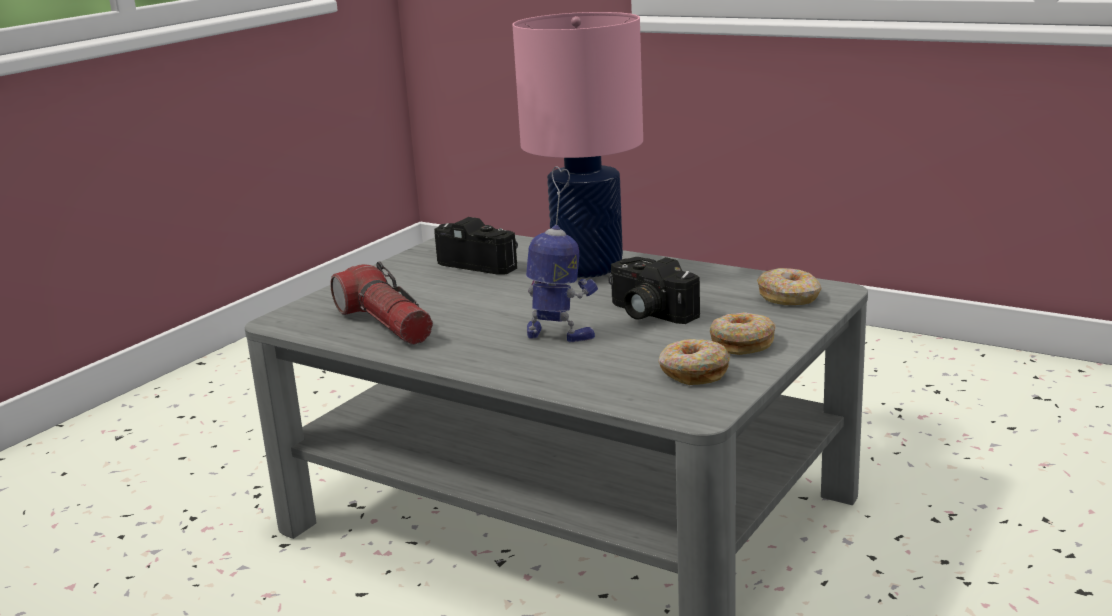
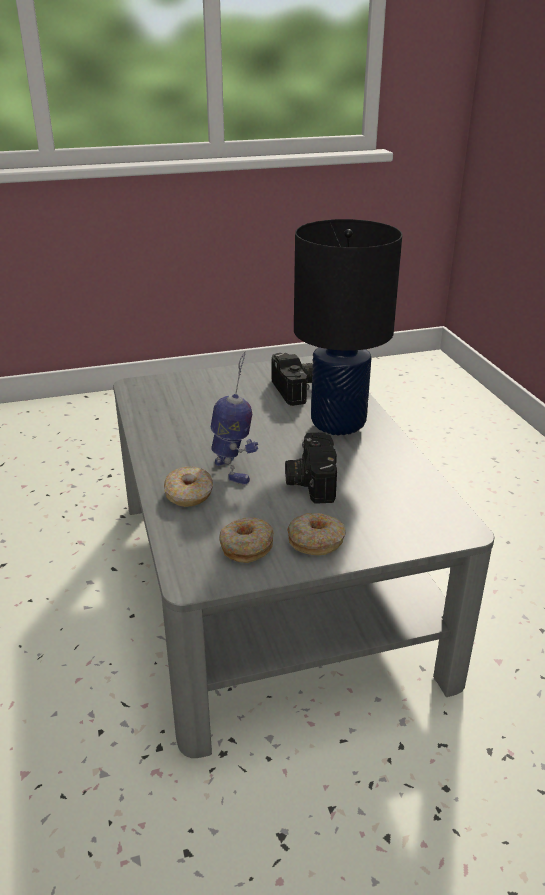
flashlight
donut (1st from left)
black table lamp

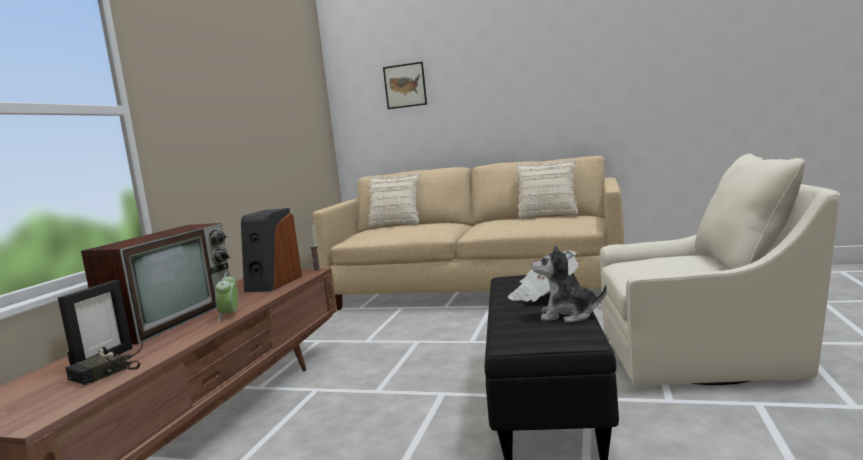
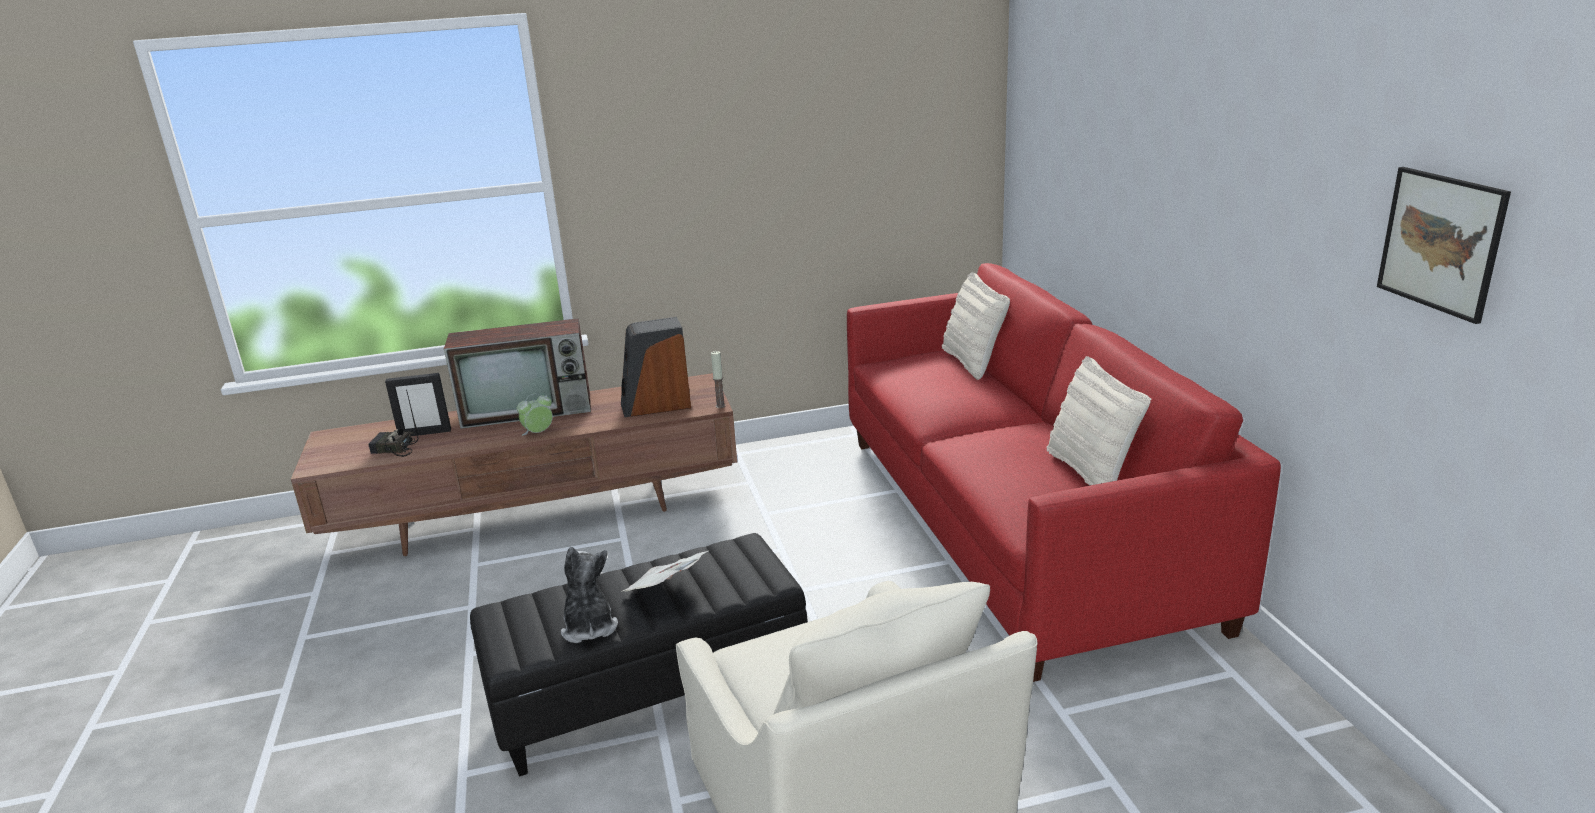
picture
red sofa

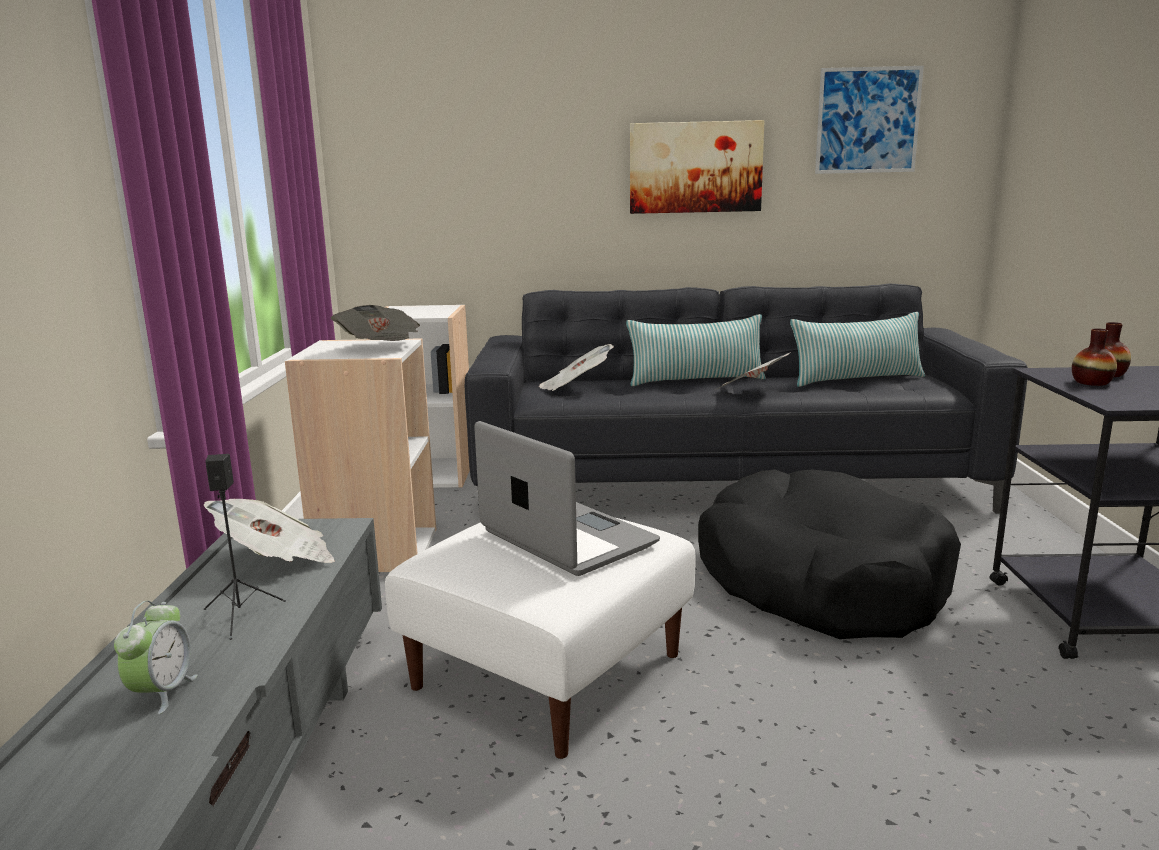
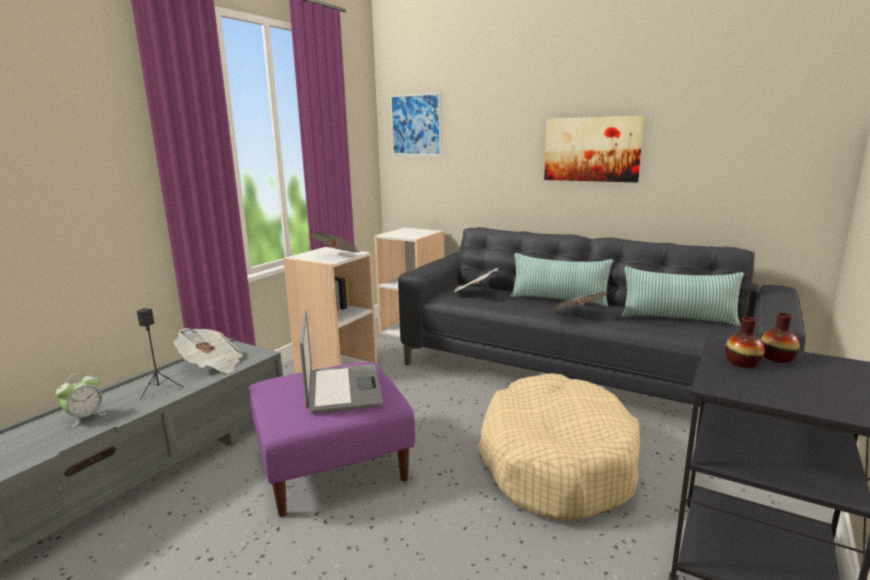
picture (1st from left)
purple ottoman
beige dog bed

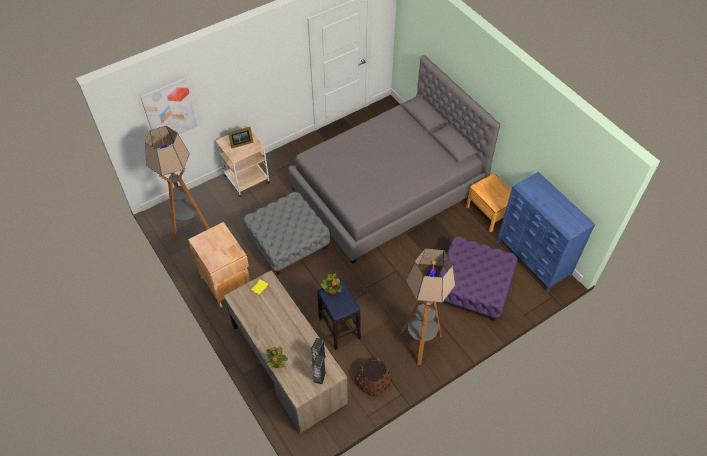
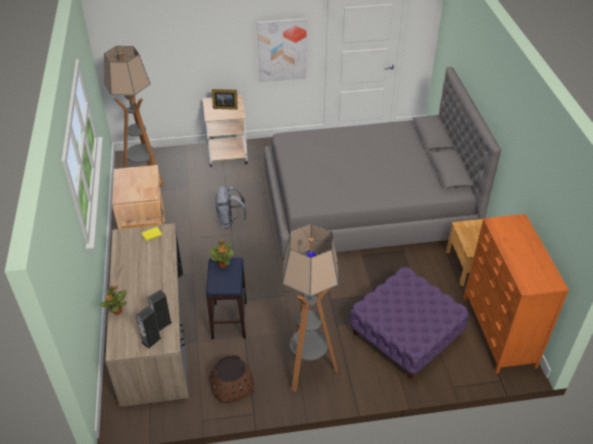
picture
grey backpack
orange dresser

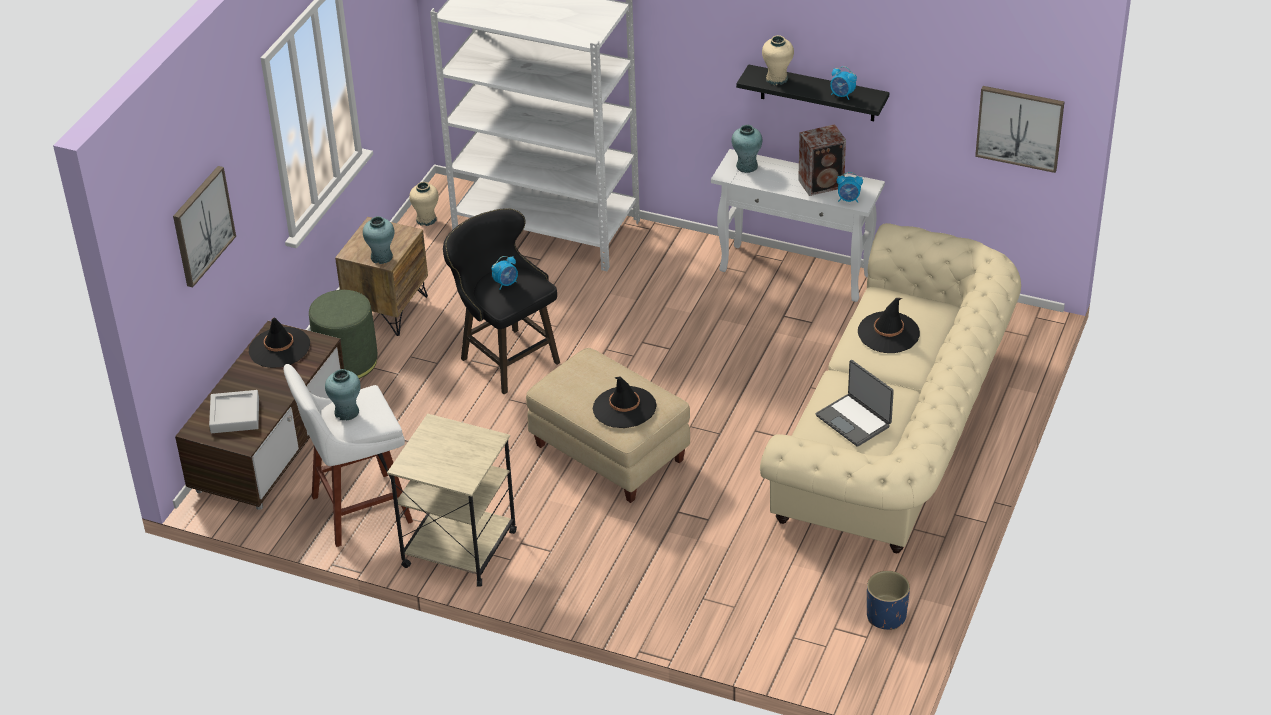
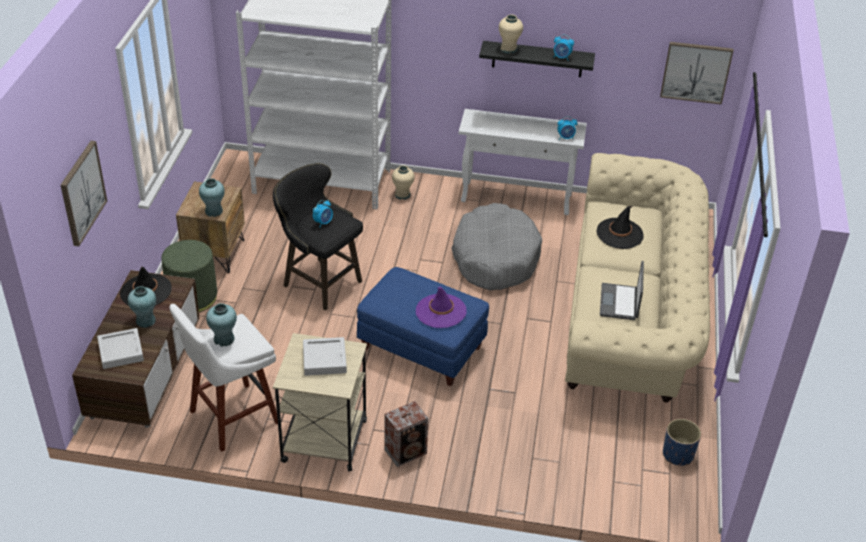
grey tray (2nd from left)
grey dog bed
beige vase (1st from left)
turquoise vase (1st from left)
speaker
blue ottoman
purple hat
laptop

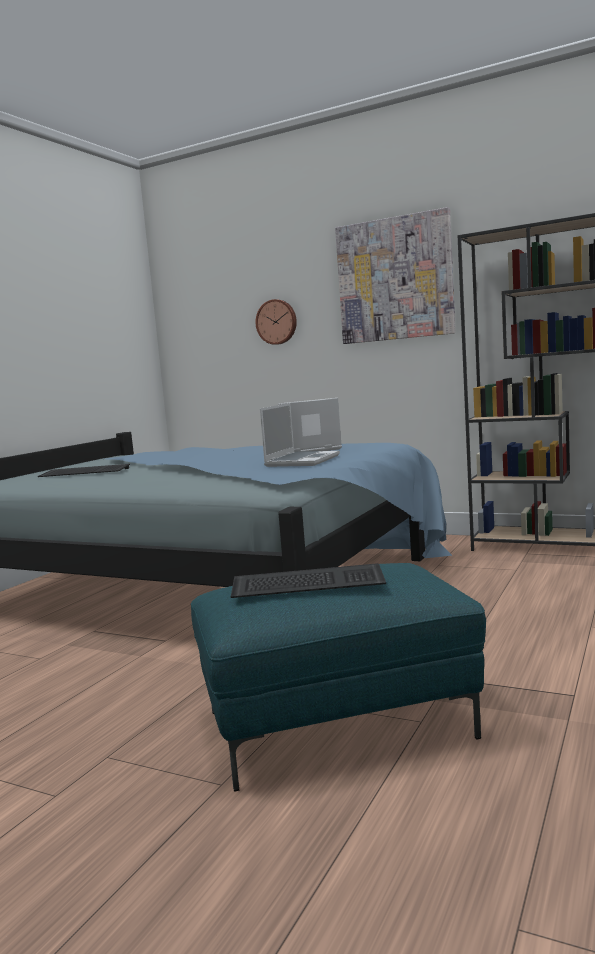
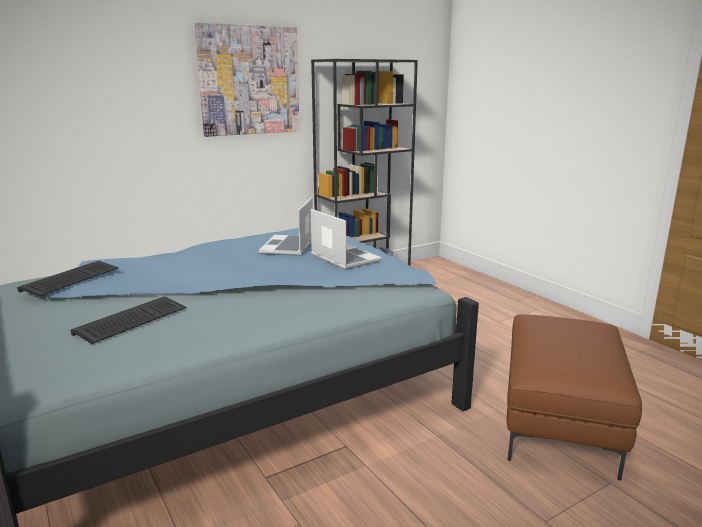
wall clock
keyboard (1st from left)
brown ottoman

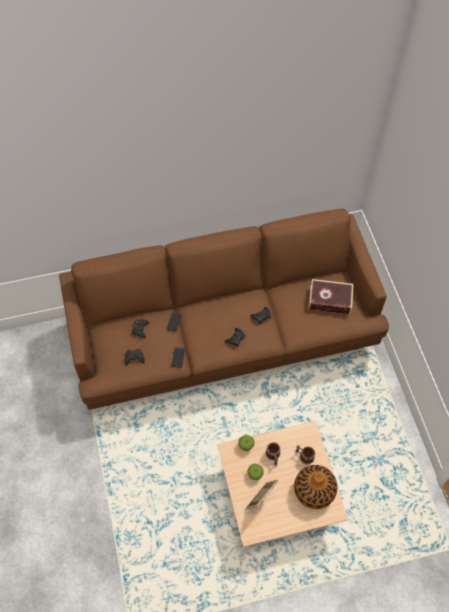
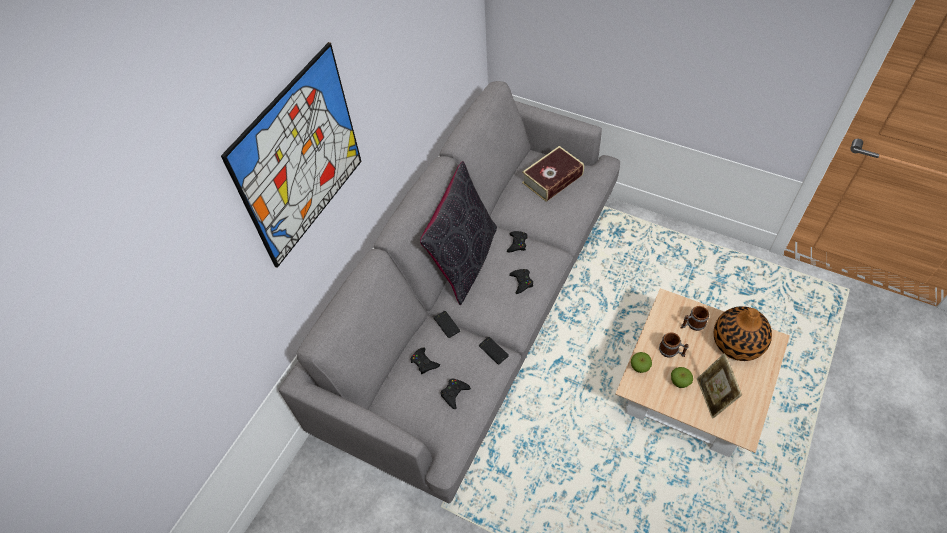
picture
black pillow
grey sofa

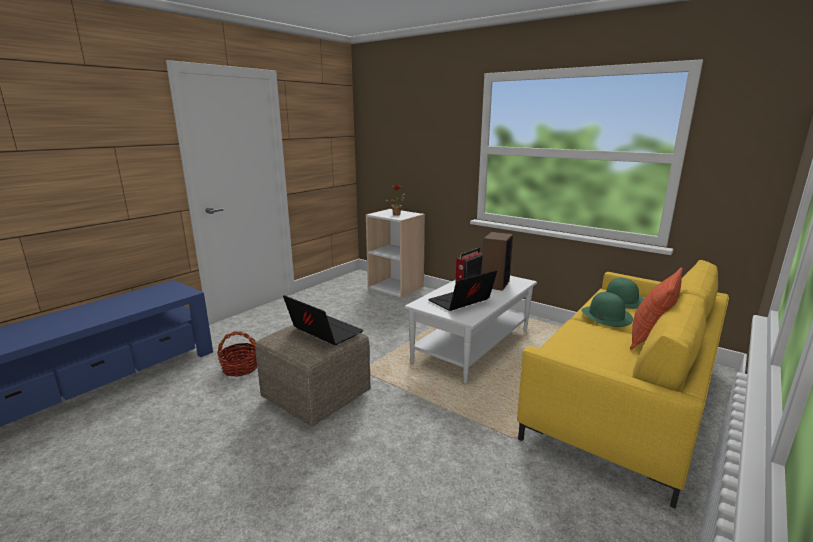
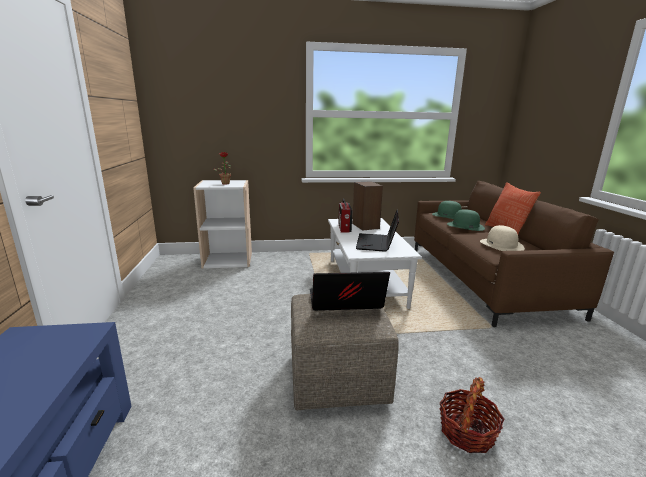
beige hat
basket
brown sofa

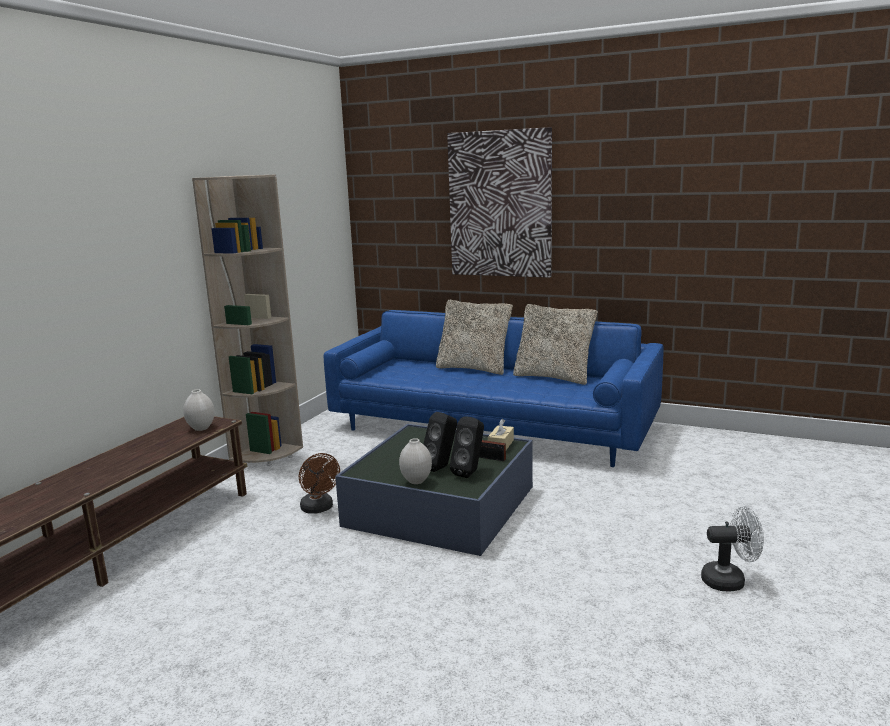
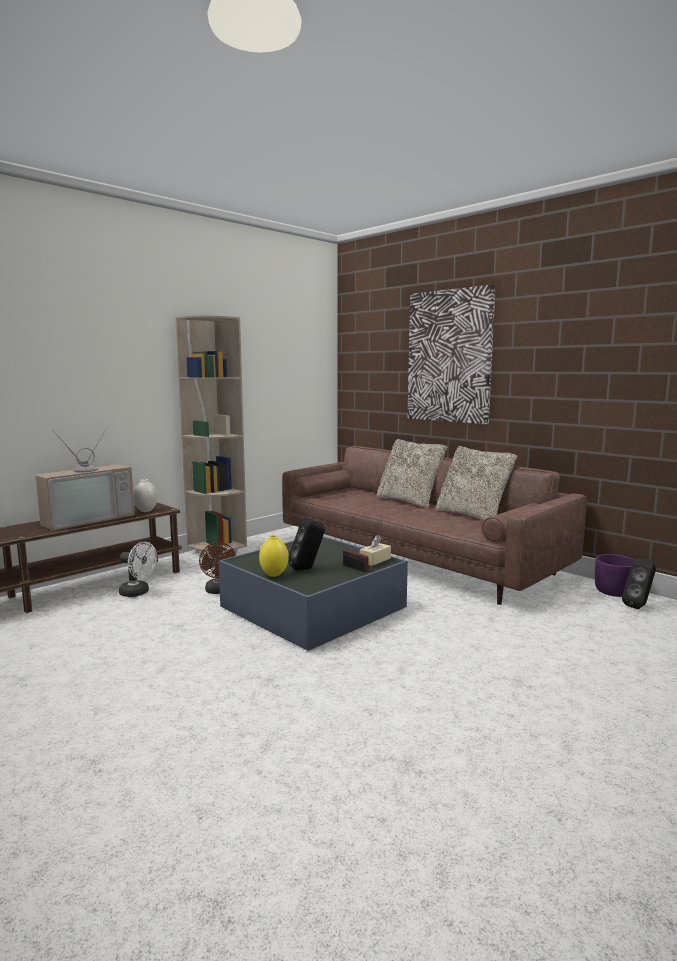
television
purple planter
black speaker (2nd from left)
white fan
brown sofa
yellow vase

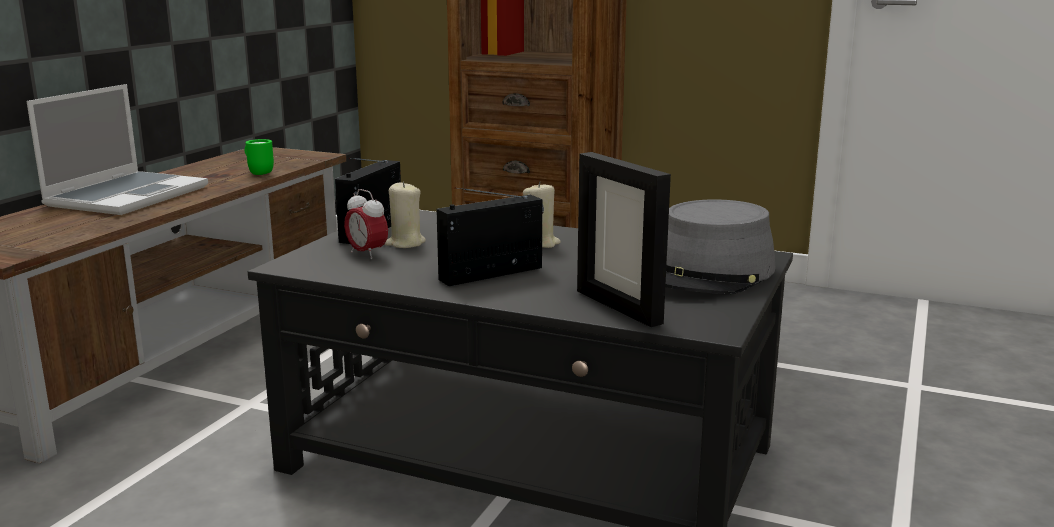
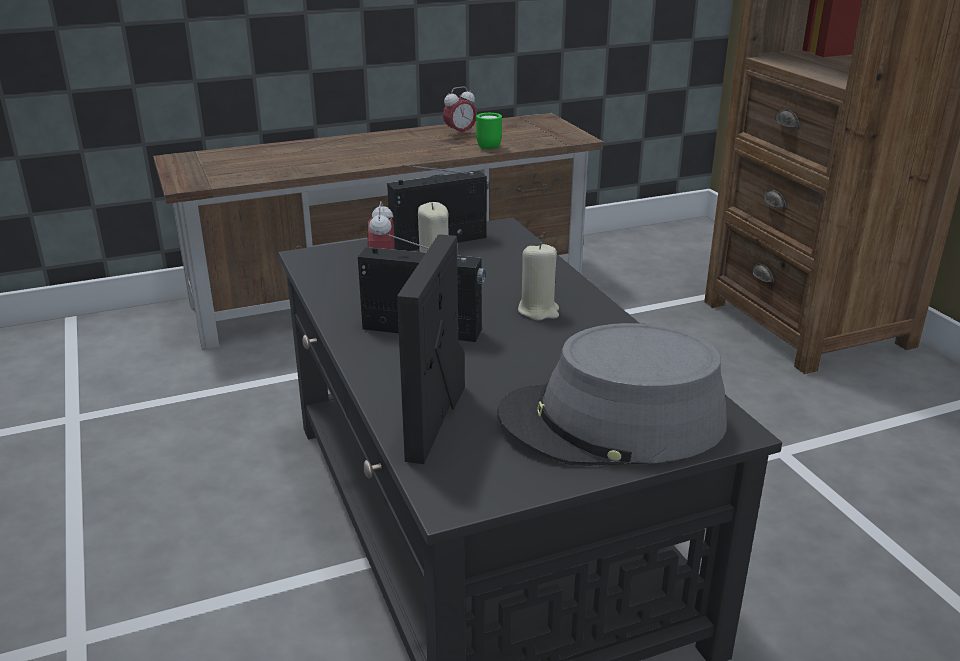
laptop
alarm clock (2nd from left)

